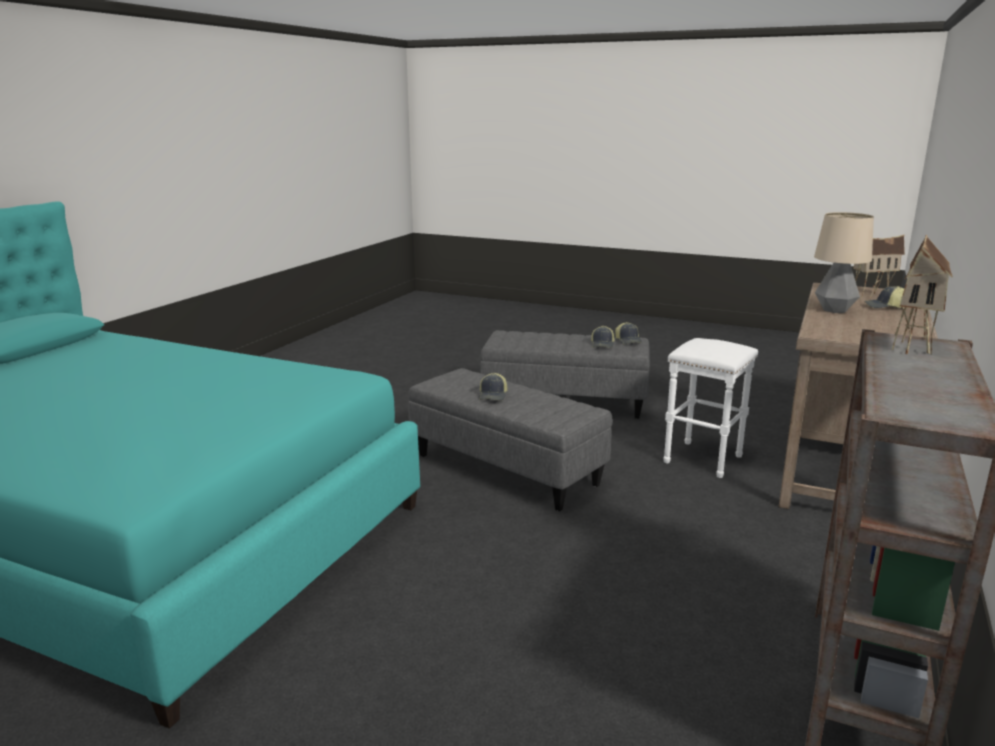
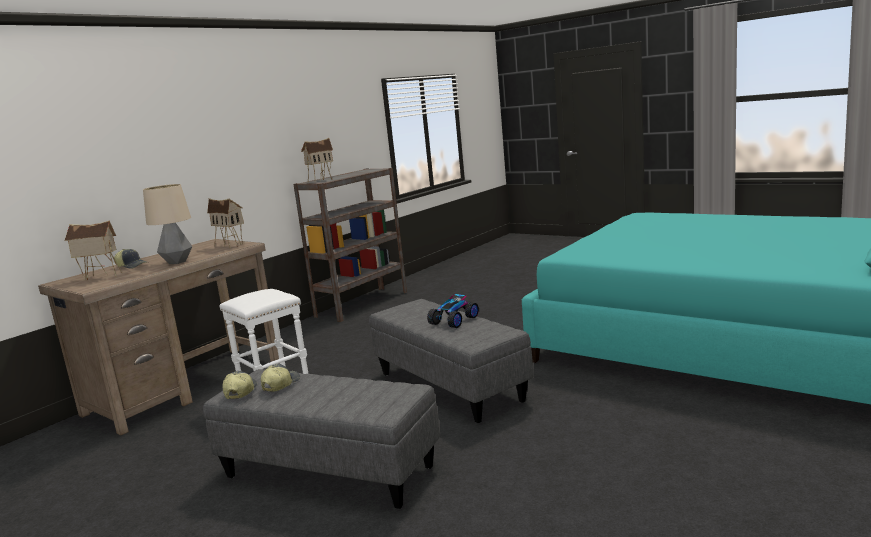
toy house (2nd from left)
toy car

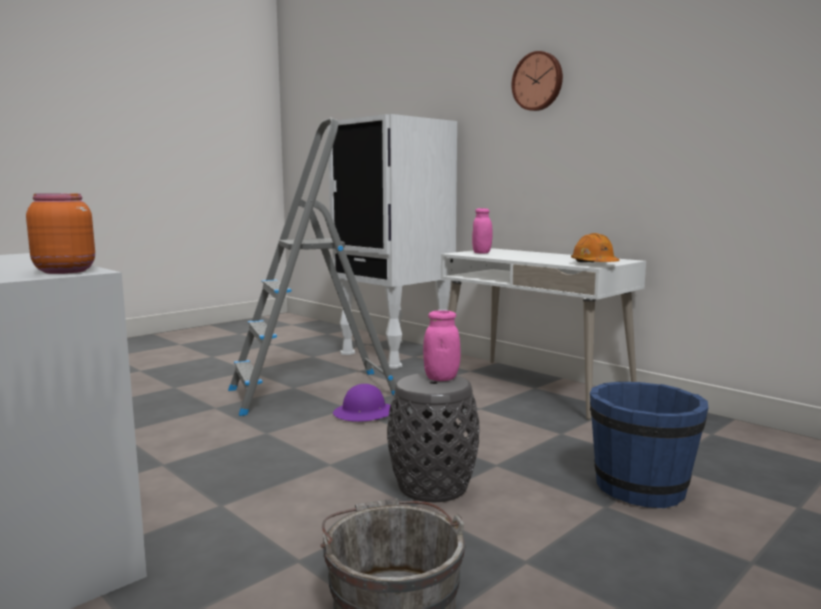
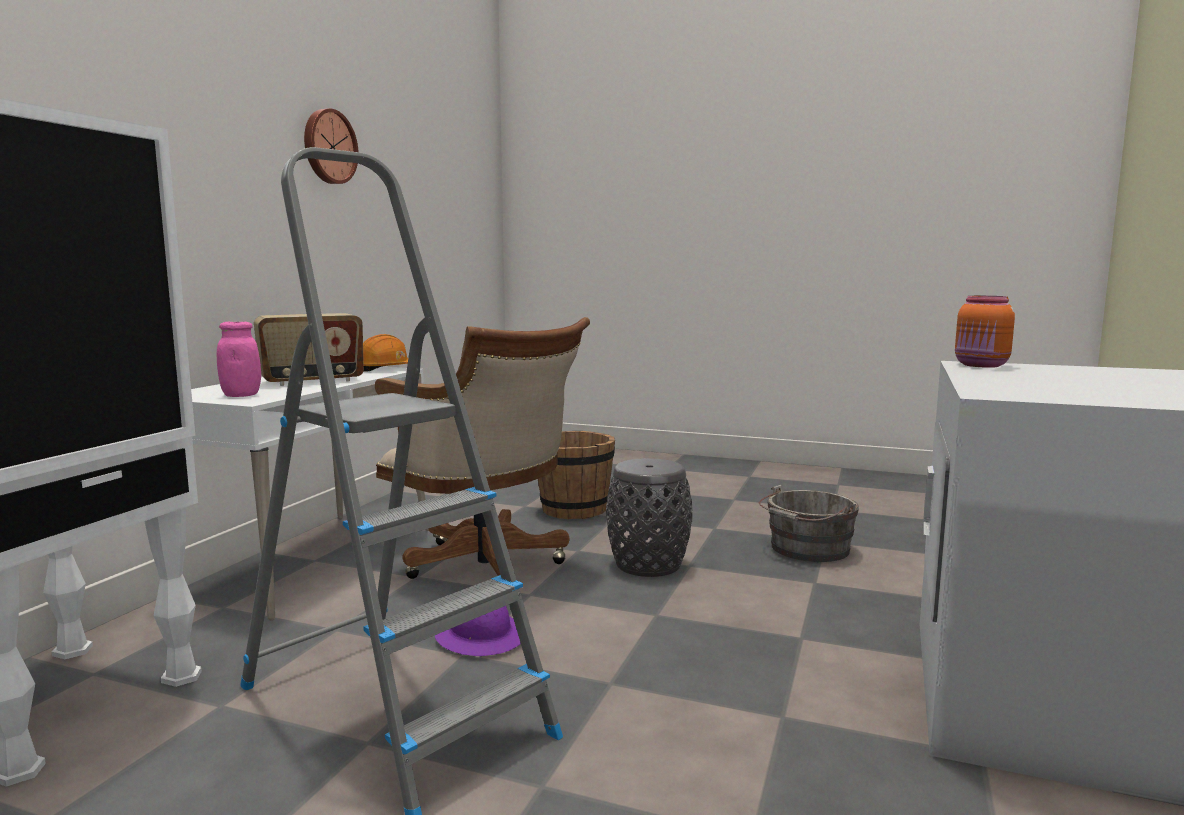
pink jar (1st from left in the first image)
radio
office chair
wall clock
brown bucket

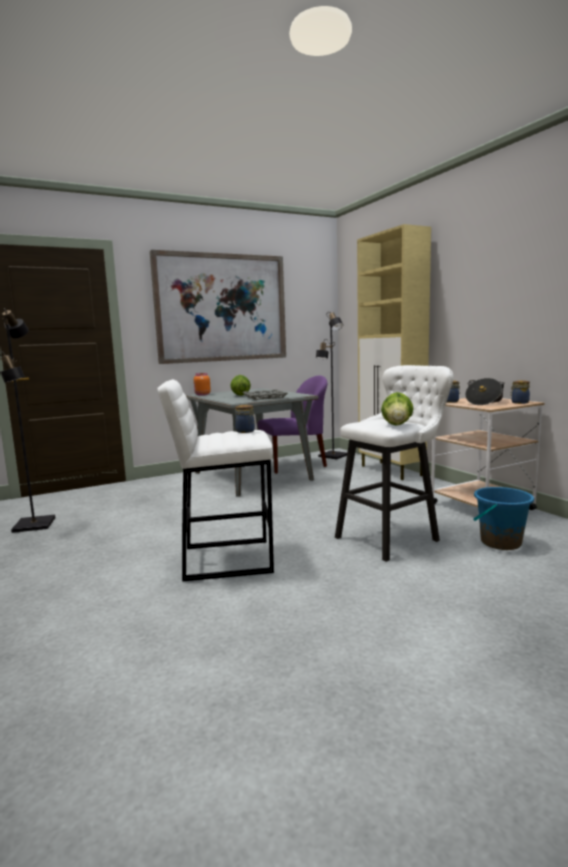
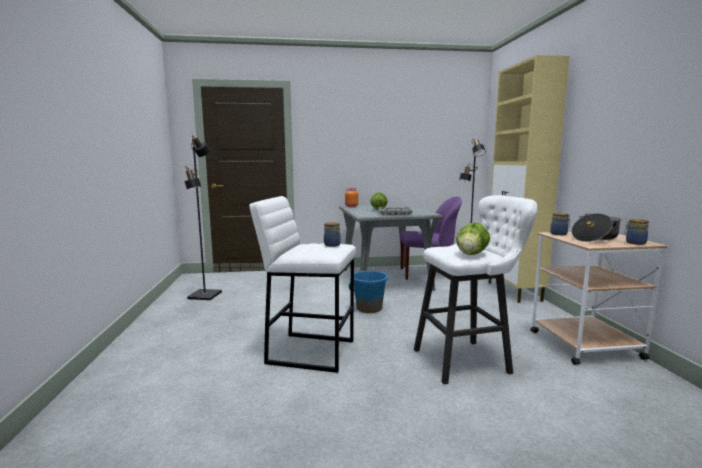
picture
blue bucket

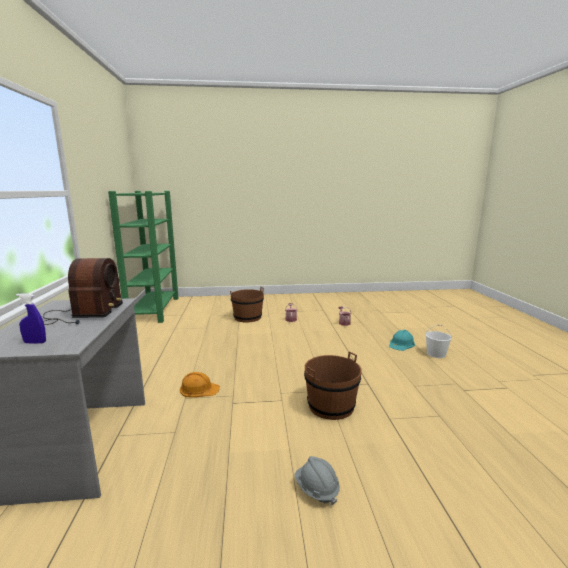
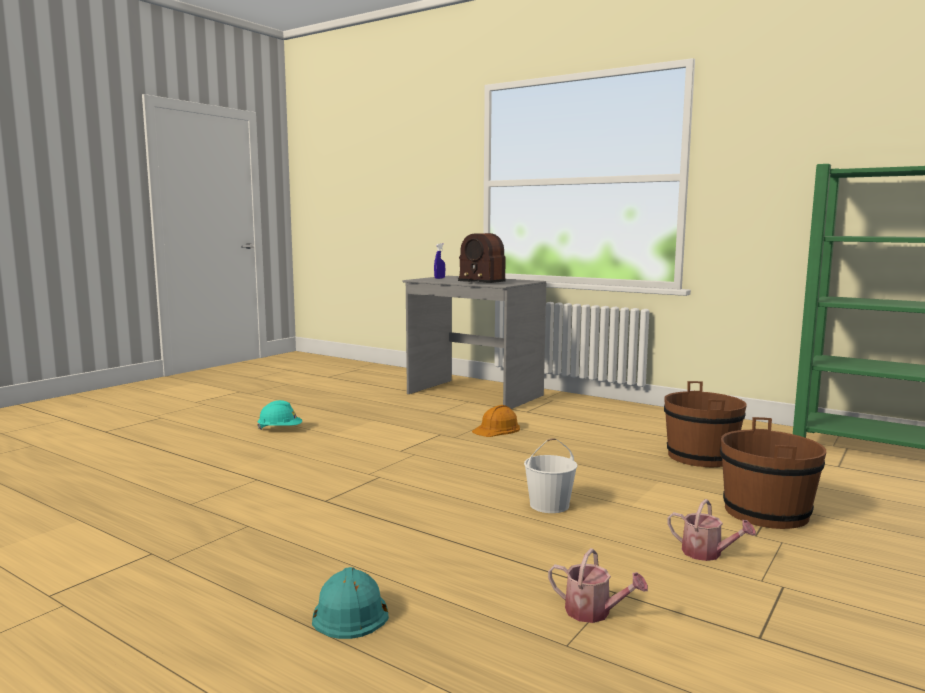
brown bucket (1st from left)
white bucket
turquoise hard hat (1st from left)

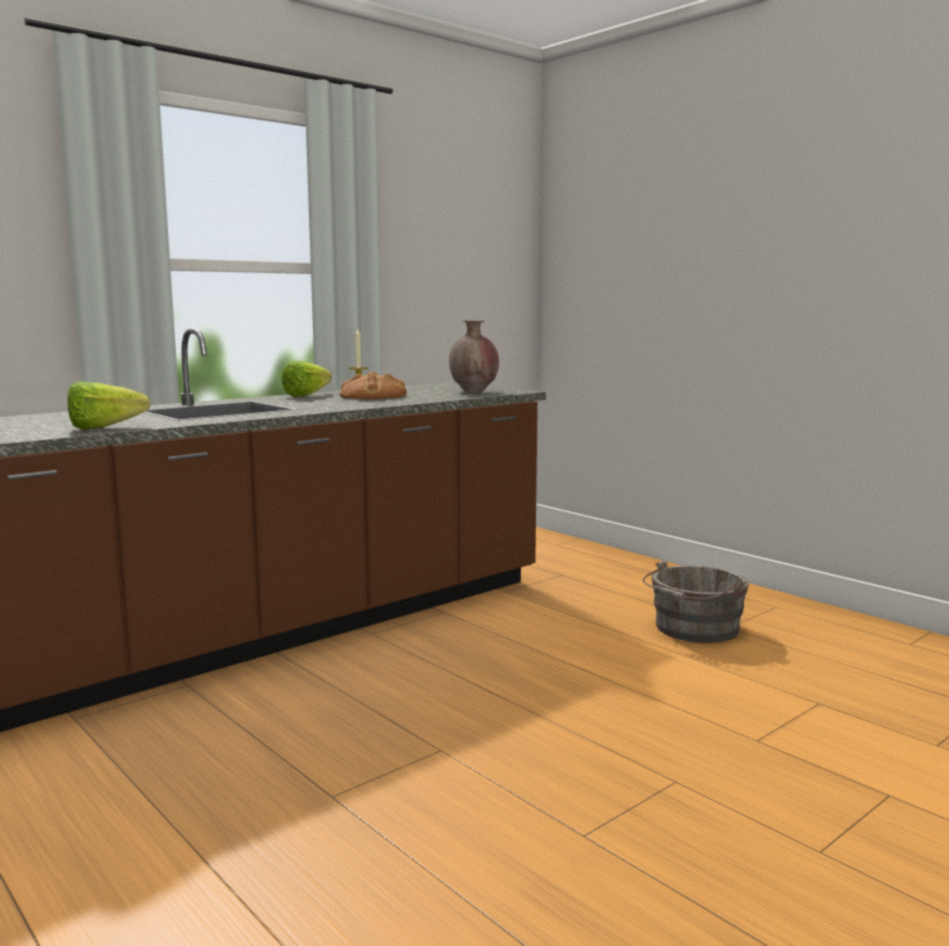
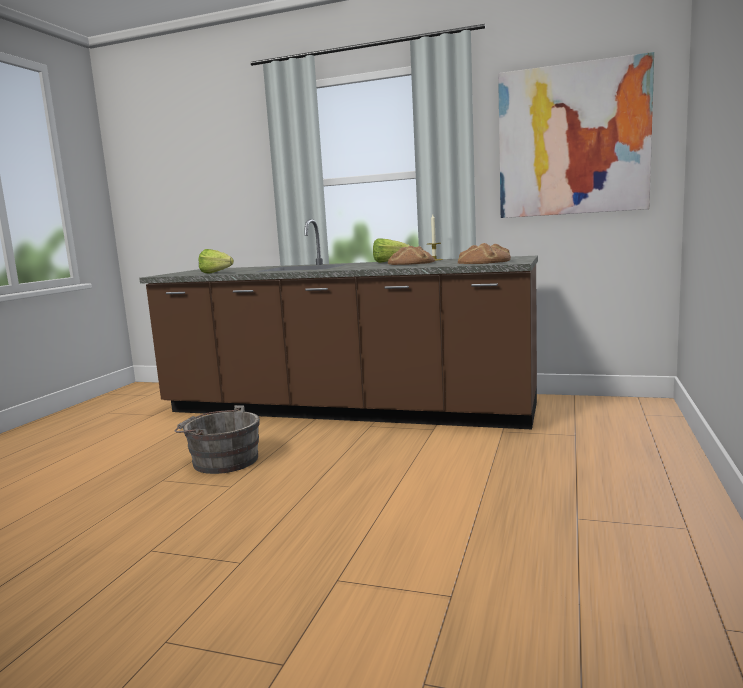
picture
grey bucket
bread (2nd from left)

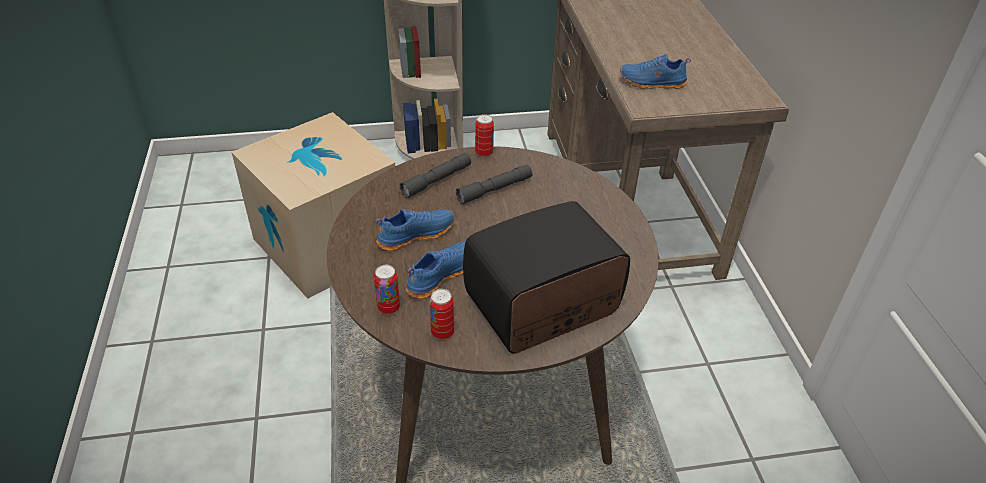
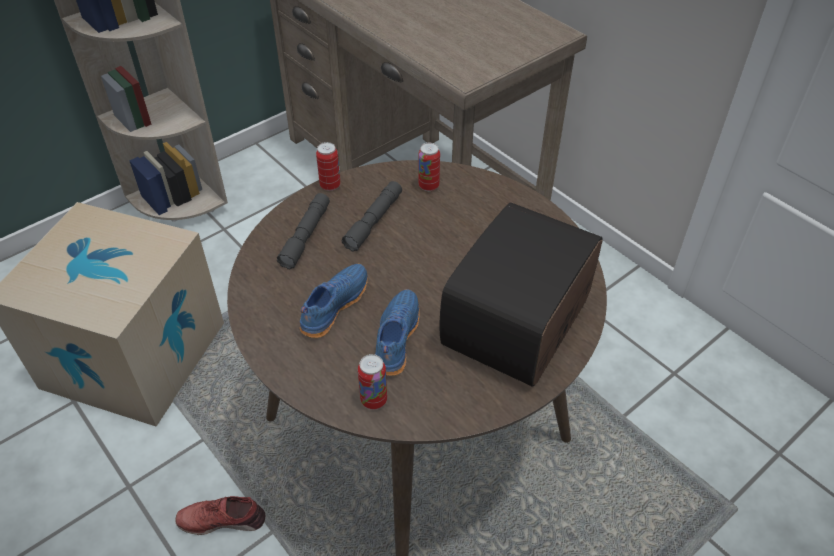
blue shoe (3rd from left in the first image)
red shoe
can (3rd from left)

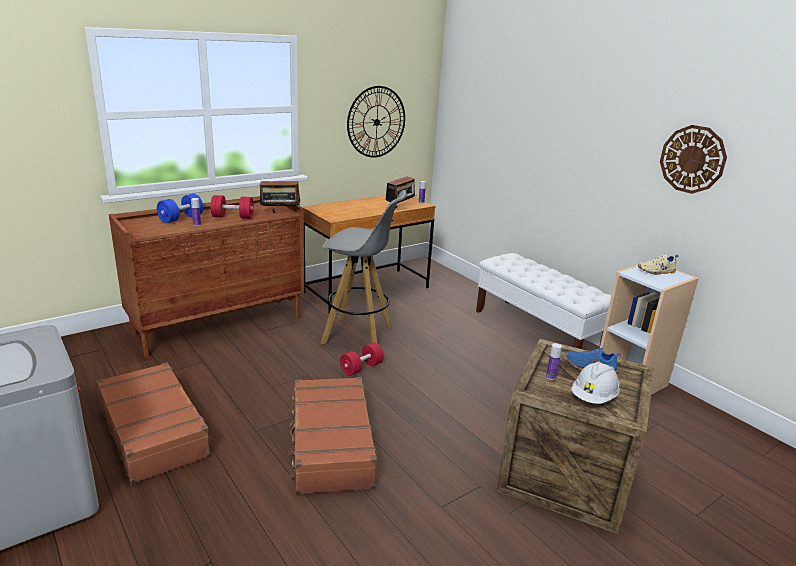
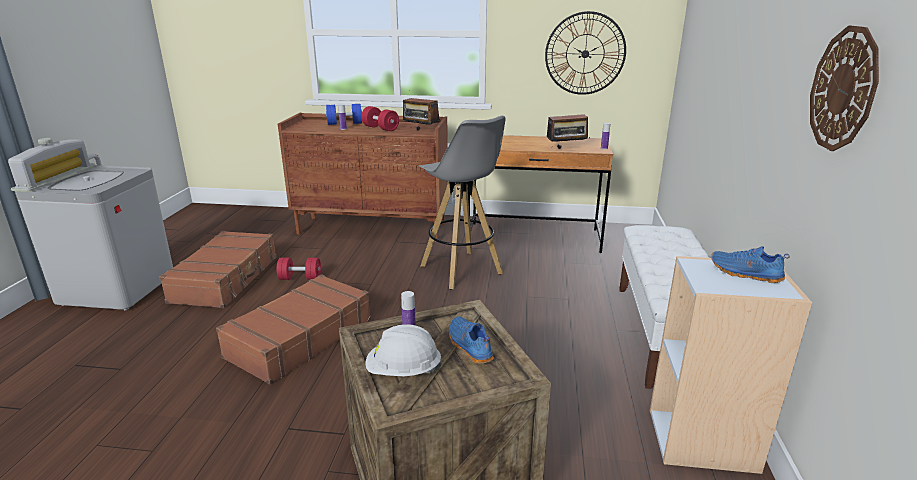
red dumbbell (1st from left)
blue shoe (2nd from left)

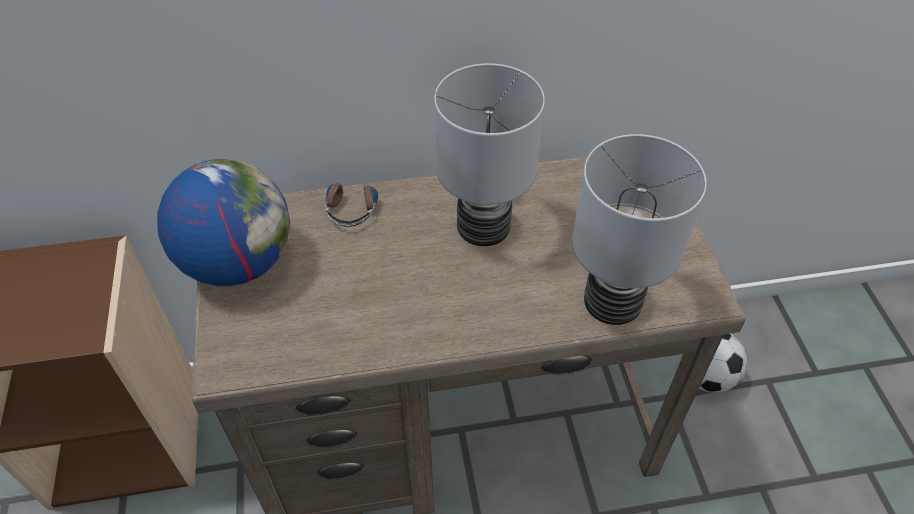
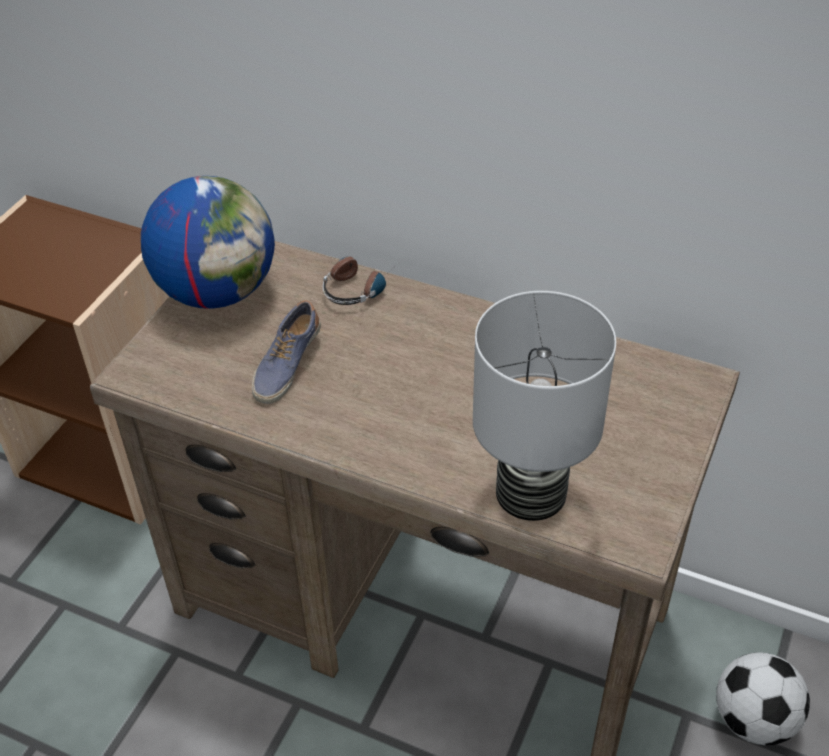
grey table lamp (1st from left in the first image)
shoe

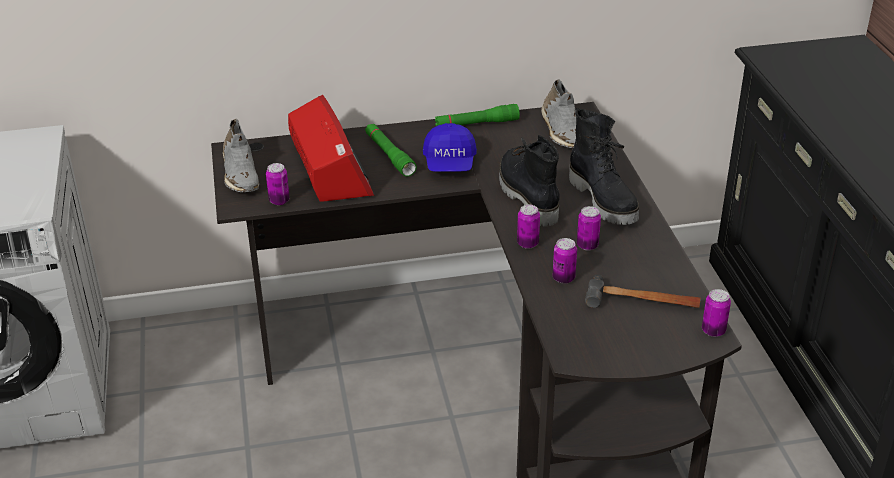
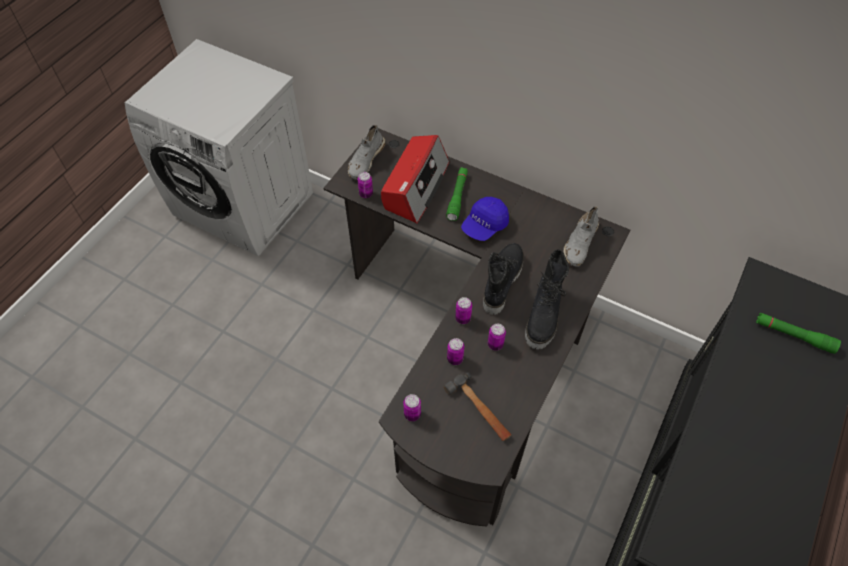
green flashlight (2nd from left)
can (2nd from left)

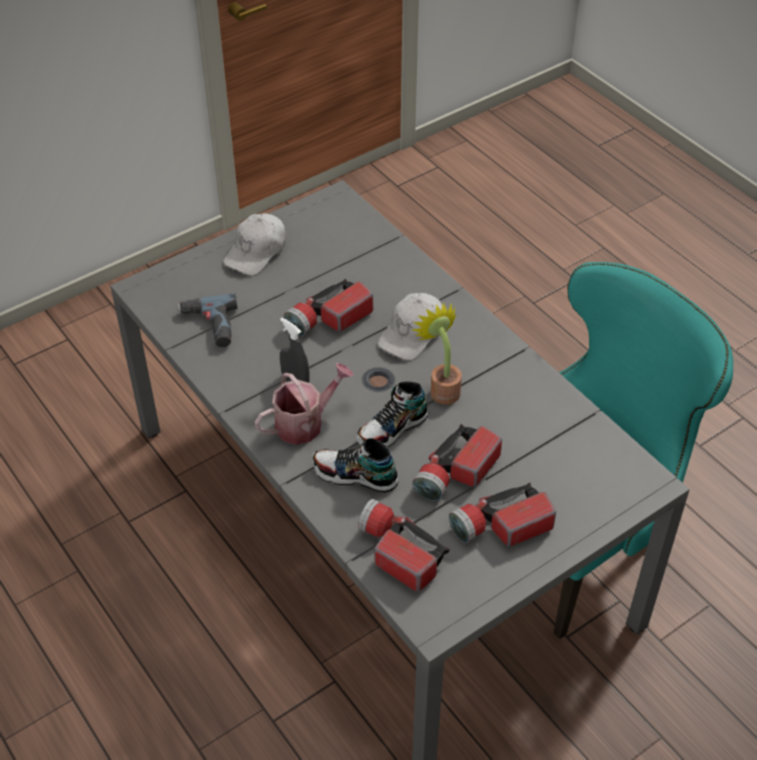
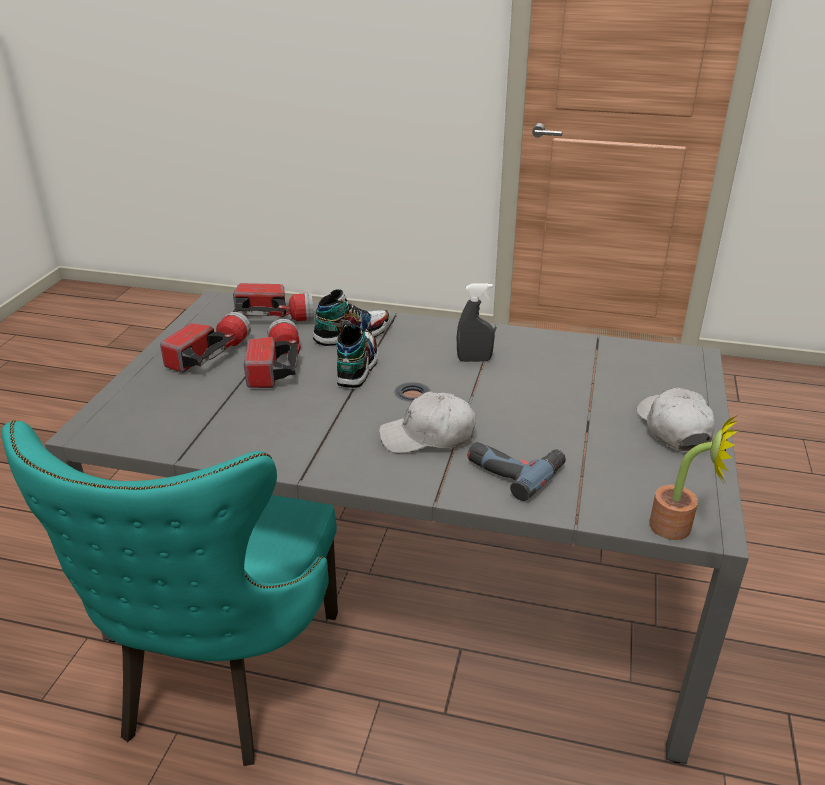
watering can
flashlight (1st from left in the first image)
power drill
potted plant
white cap (1st from left)

